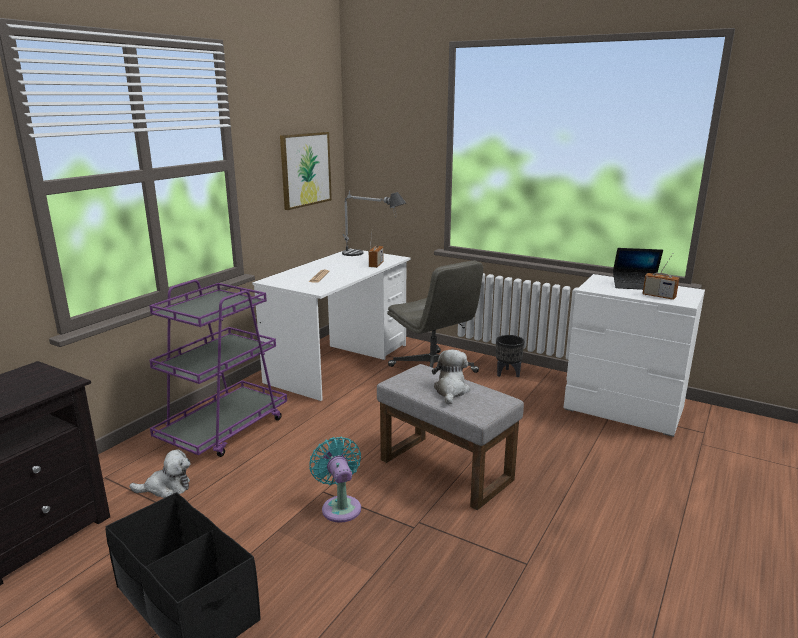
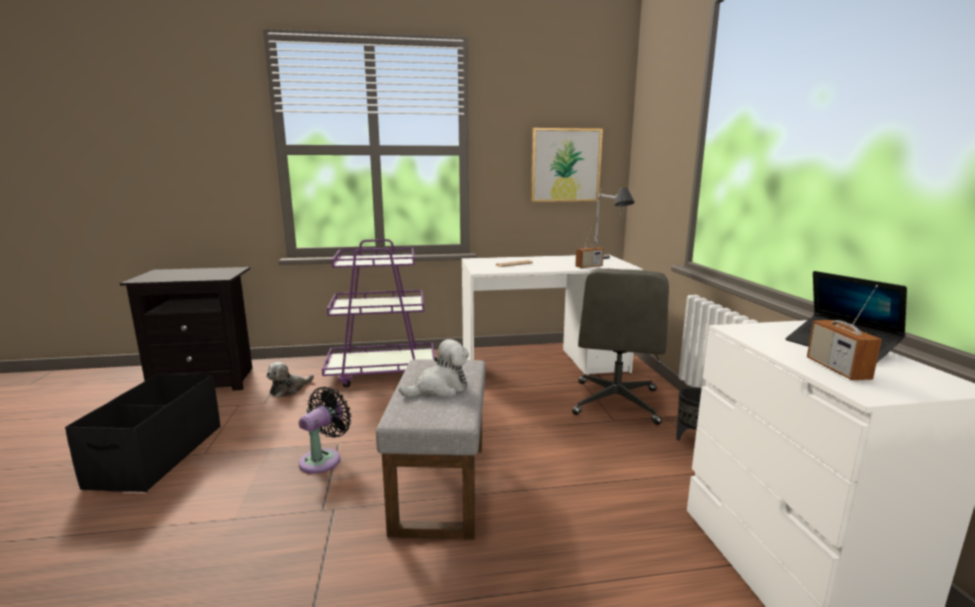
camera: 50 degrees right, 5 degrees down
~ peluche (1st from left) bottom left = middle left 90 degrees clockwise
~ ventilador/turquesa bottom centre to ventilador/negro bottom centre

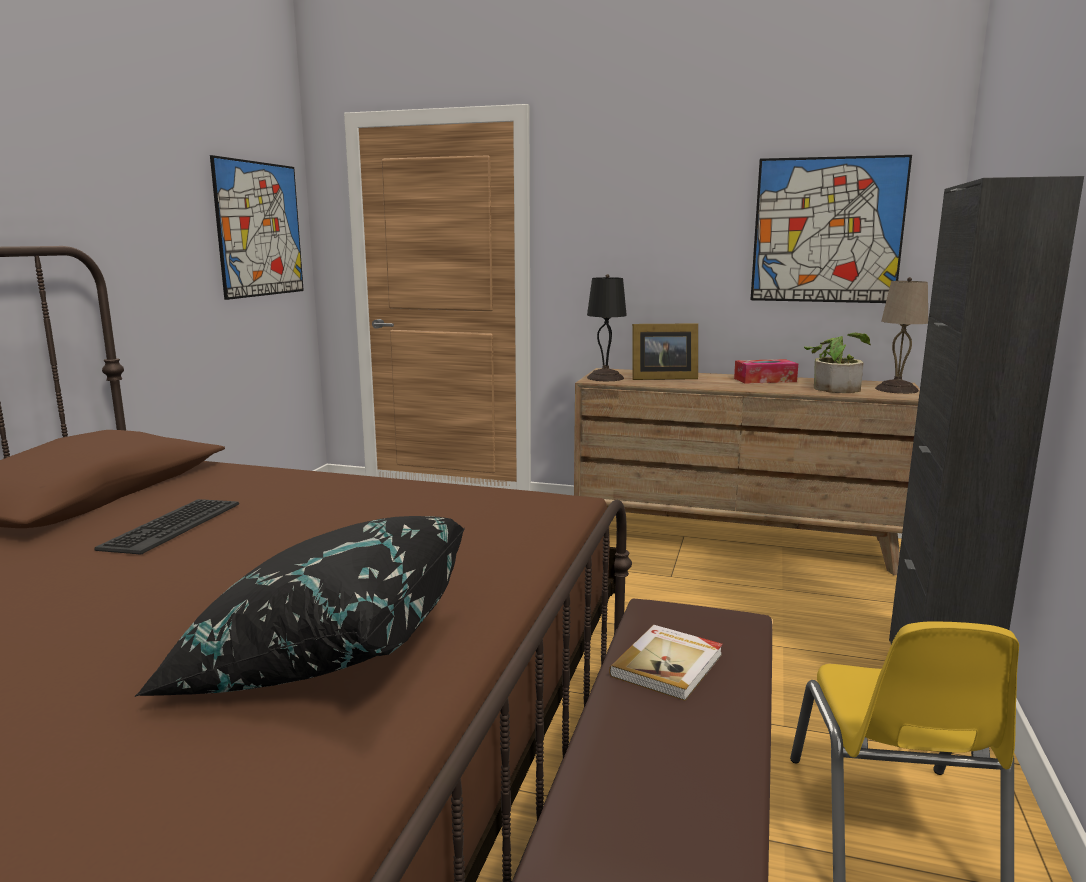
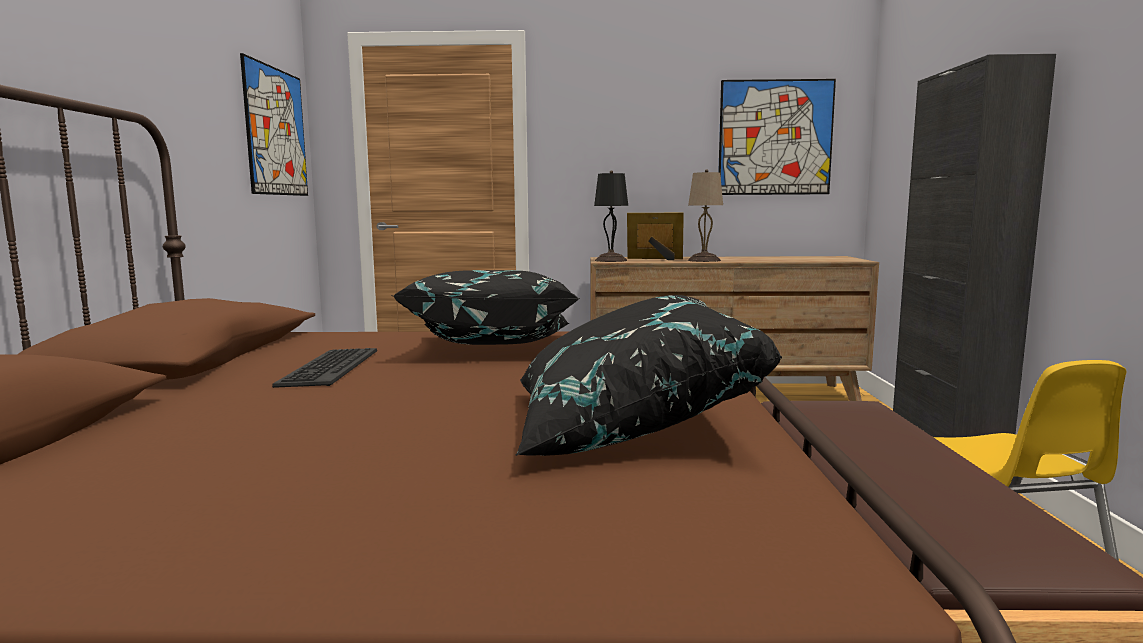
camera: 15 degrees left, 5 degrees down
+ cojín/negro (1st from left) centre
~ portarretratos centre = centre 150 degrees counterclockwise
~ lámpara de mesa/beis middle right to centre
- libro bottom centre
- caja de pañuelos middle right
- planta en maceta middle right

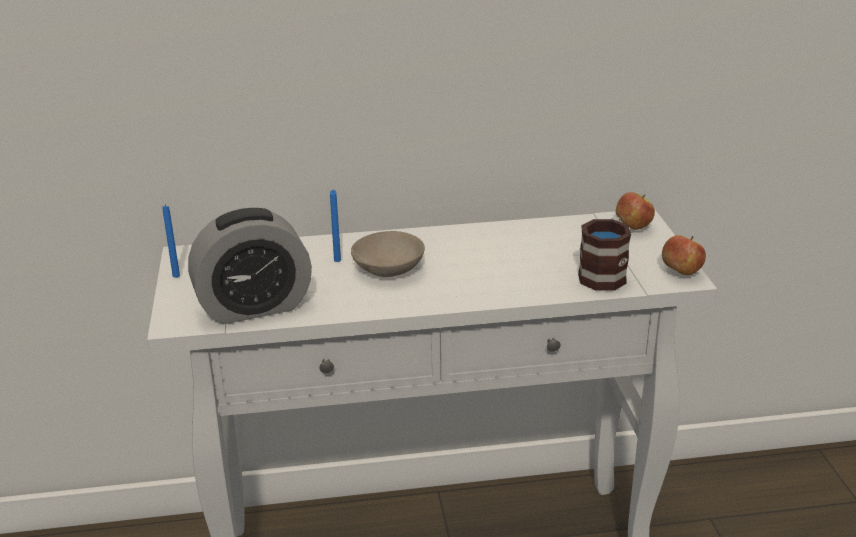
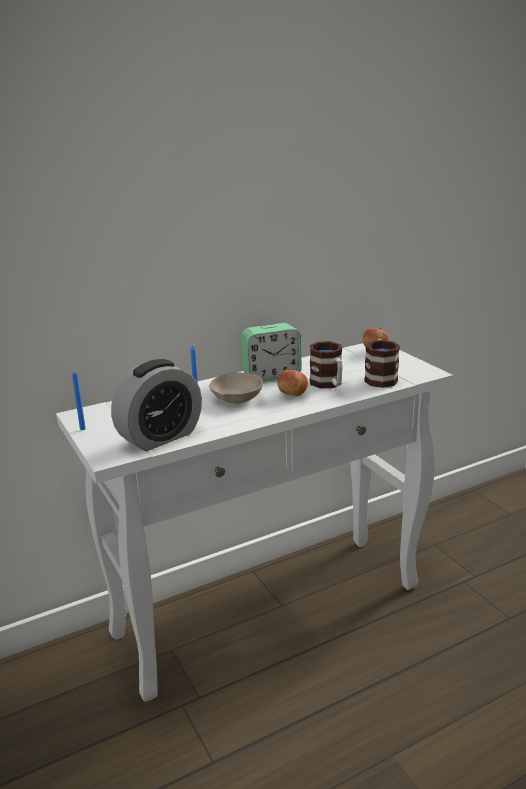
camera: 20 degrees left, 5 degrees down
+ despertador (2nd from left) centre
~ manzana (2nd from left in the first image) middle right to manzana (1st from left) centre
+ taza grande (1st from left) centre

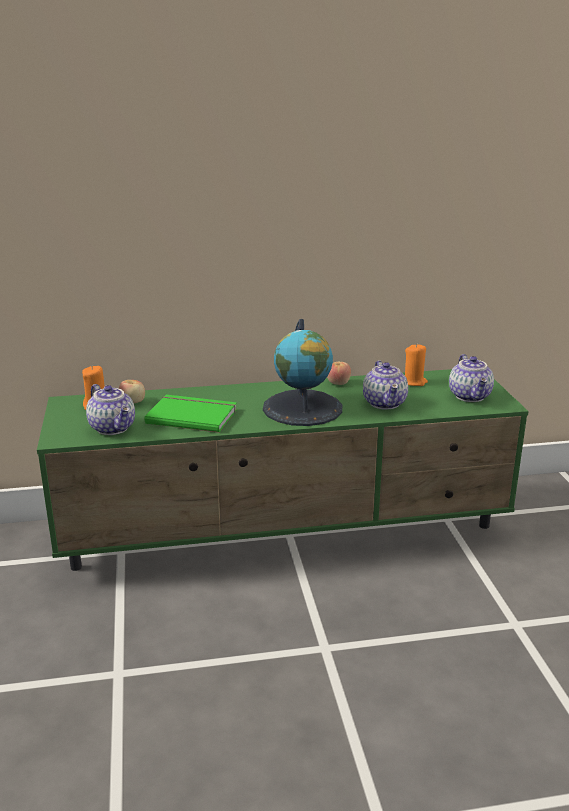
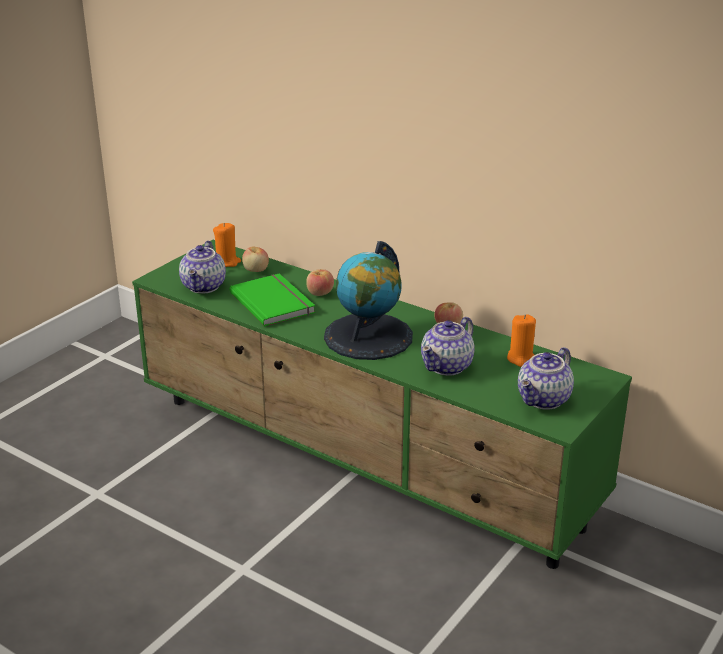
camera: 45 degrees right, 5 degrees up
+ manzana (2nd from left) centre

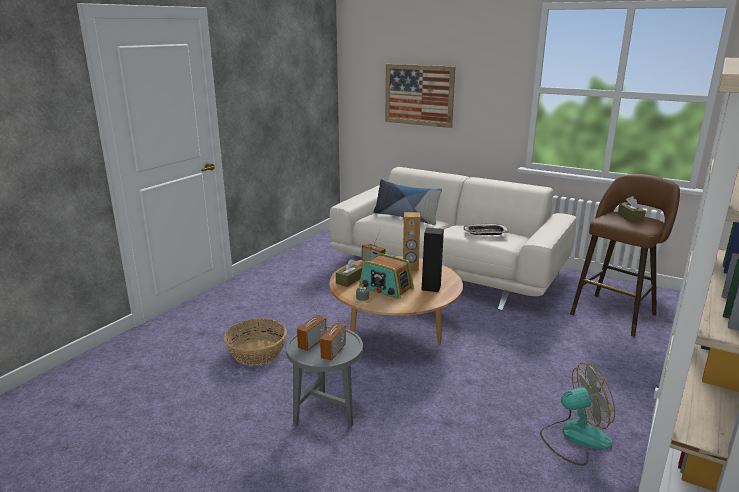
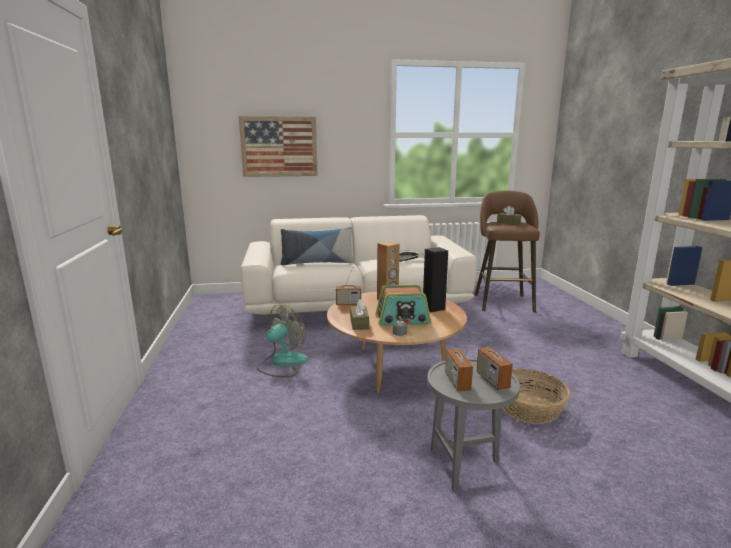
camera: 40 degrees left, 5 degrees down
~ ventilador bottom right to centre
~ cesta bottom centre to bottom right

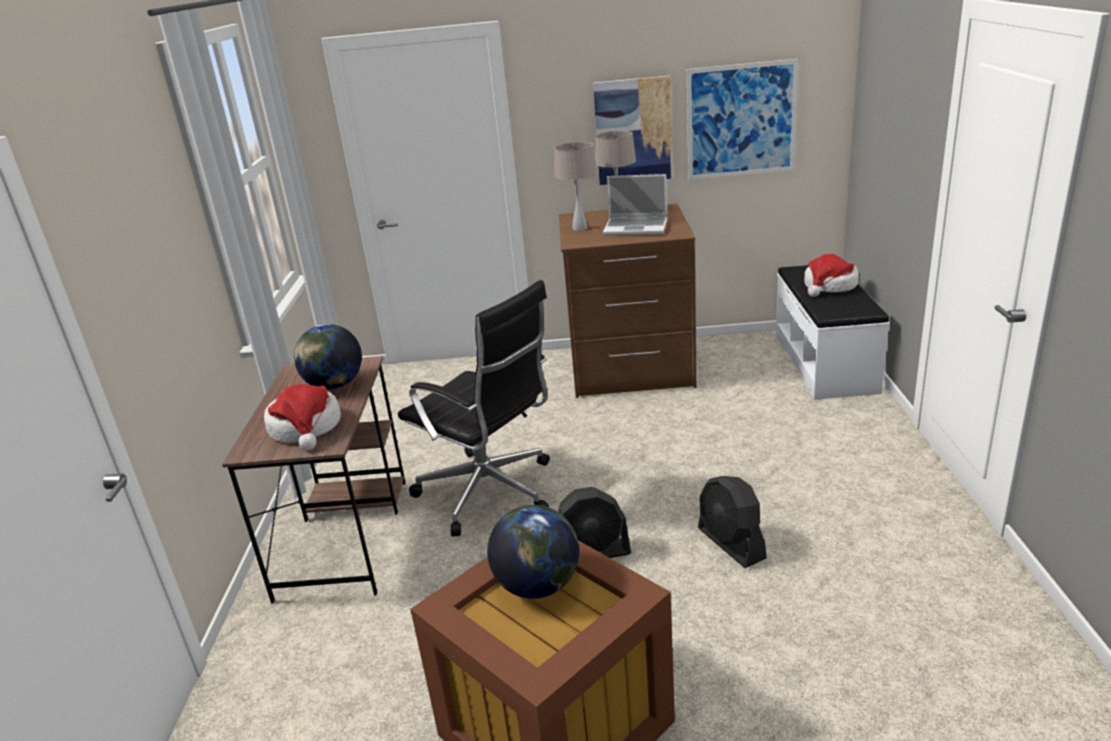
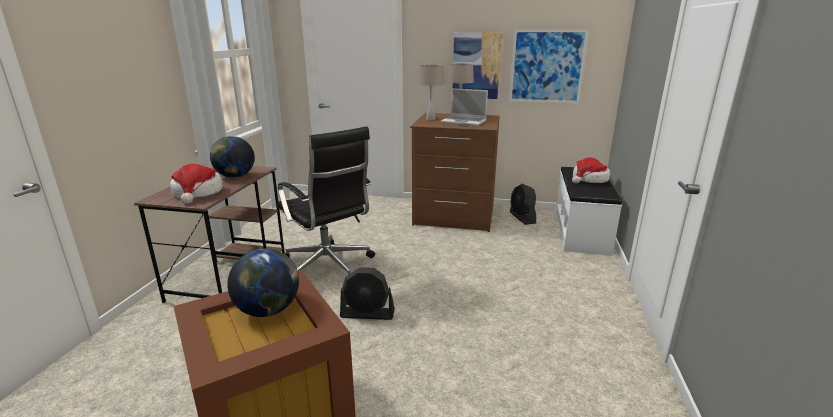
camera: 10 degrees right, 5 degrees down
~ ventilador/negro (2nd from left) bottom centre to centre

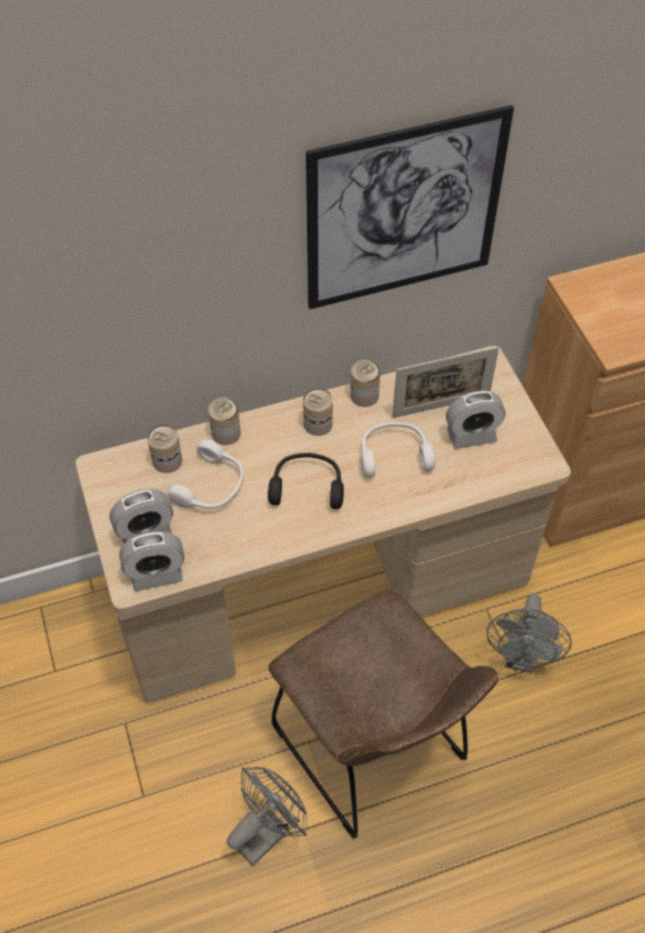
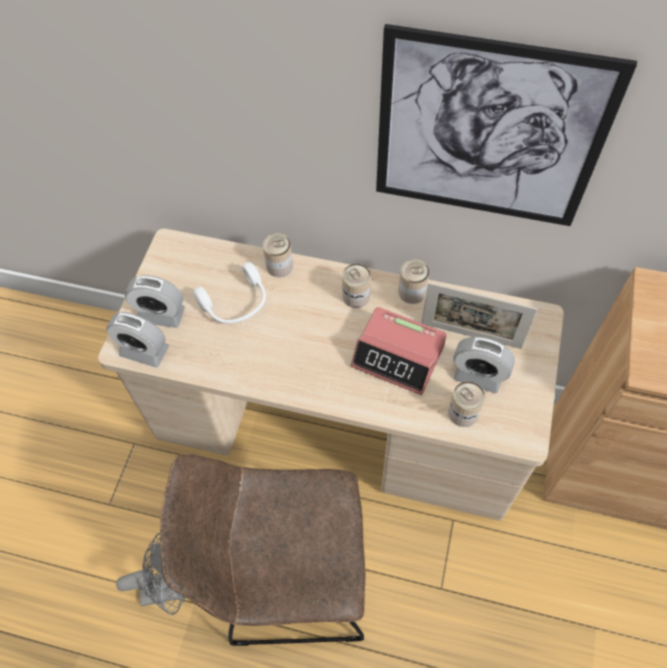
camera: 35 degrees right, 5 degrees up
~ silla/marrón bottom centre = bottom centre 90 degrees clockwise
~ auriculares/blanco (2nd from left) centre to despertador (3rd from left) centre
~ lata (1st from left in the first image) middle left to lata (4th from left) middle right
- auriculares/negro centre
- ventilador/gris (2nd from left) bottom right

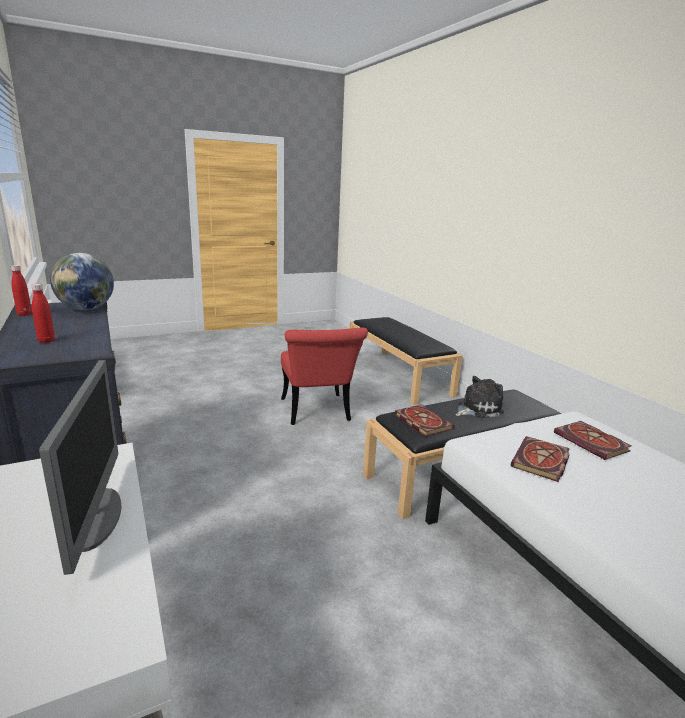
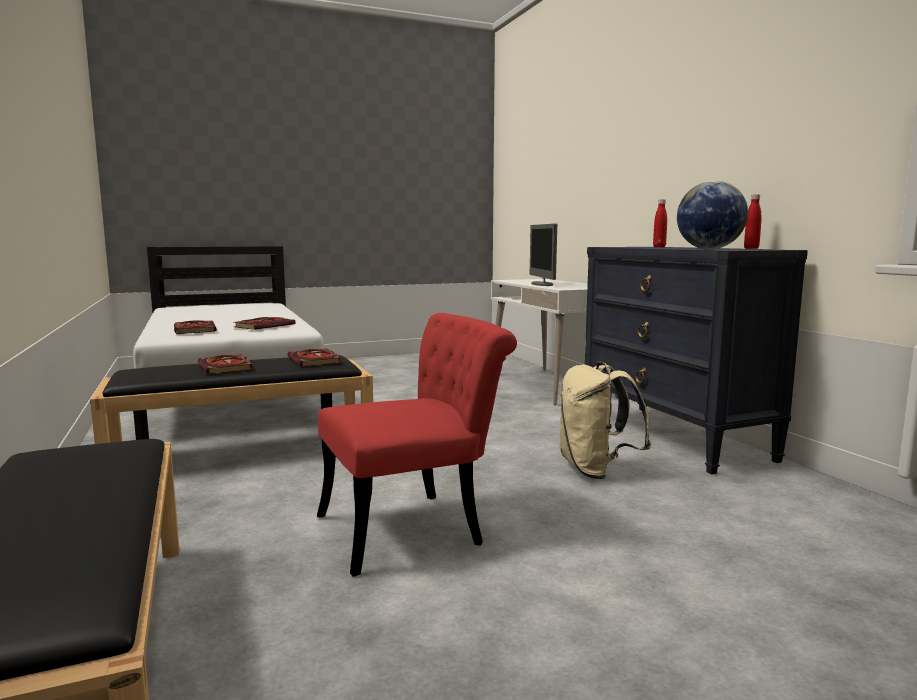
camera: 175 degrees left, 10 degrees down
~ peluche middle right to libro (2nd from left) middle left
~ silla/rojo centre = centre 75 degrees clockwise
+ mochila/beis centre

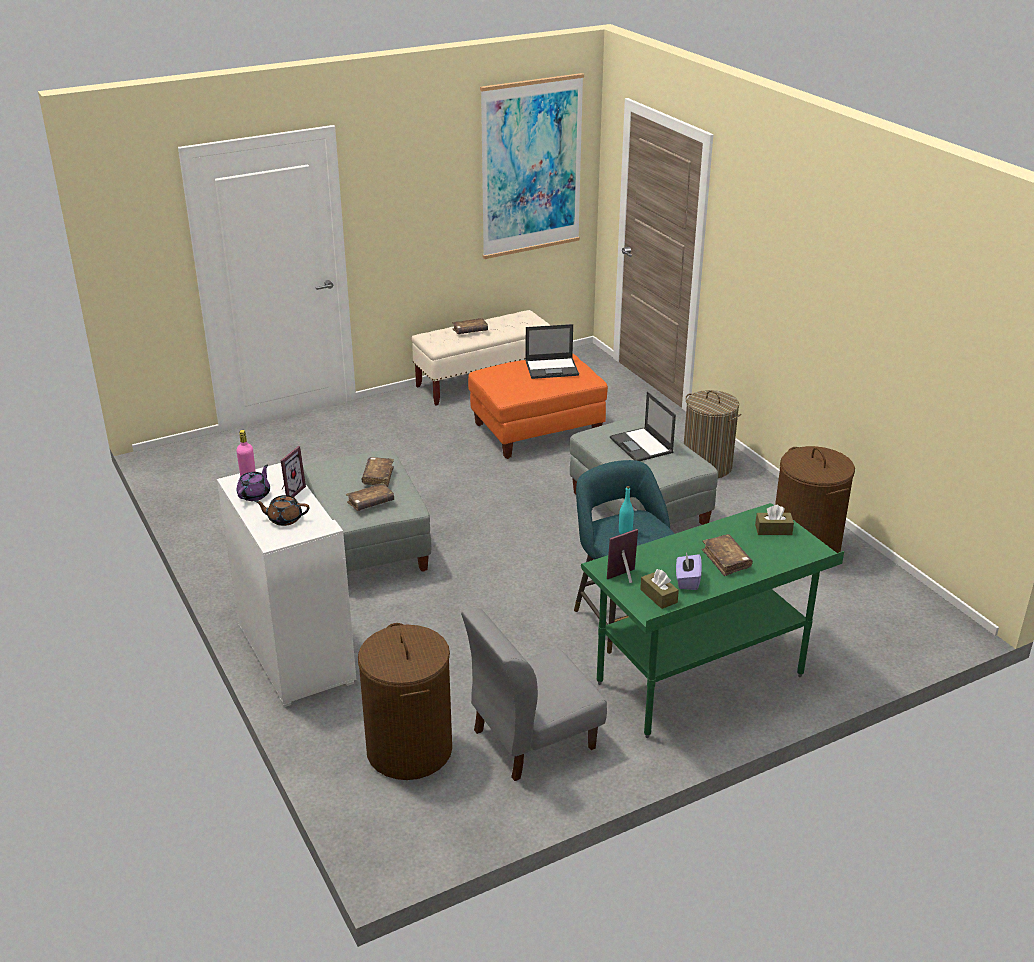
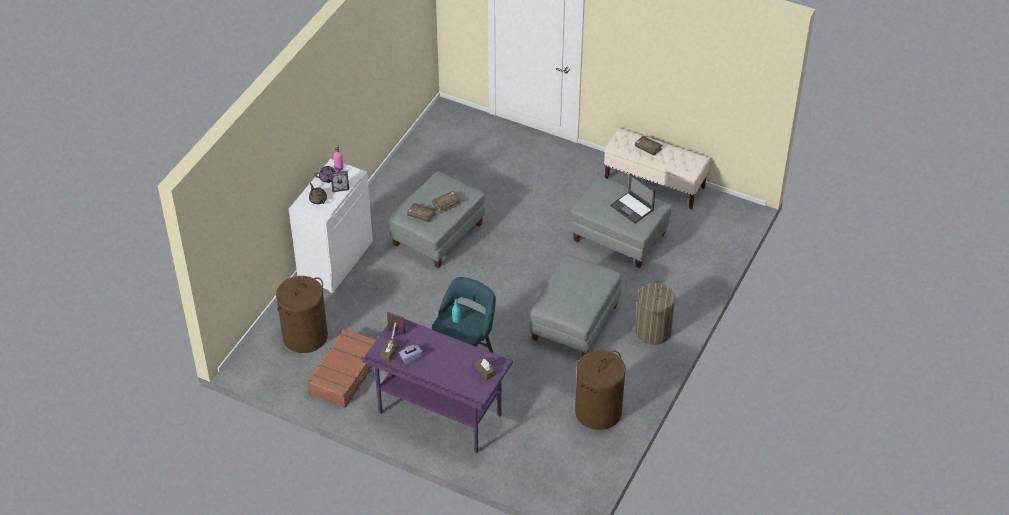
camera: 55 degrees right, 15 degrees up
~ silla/gris bottom centre to maleta/marrón bottom centre
~ escritorio/verde middle right to escritorio/morado bottom centre
~ puf/naranja centre to puf/gris (3rd from left) centre
- cuadro top centre
- portátil (2nd from left) centre
- libro/marrón (4th from left) middle right

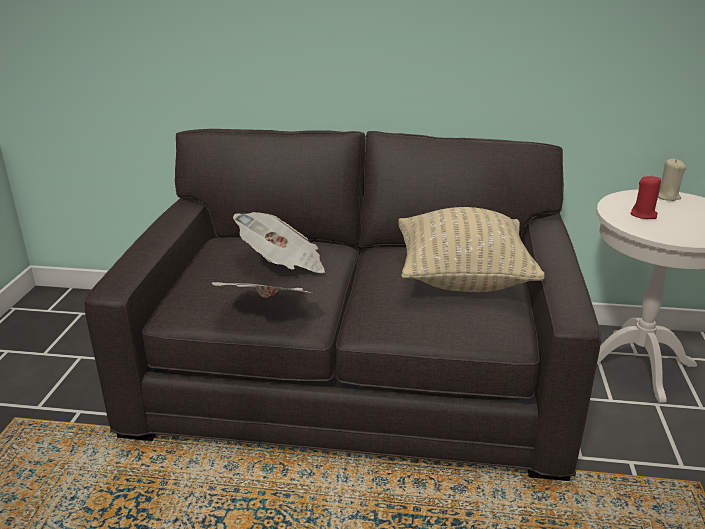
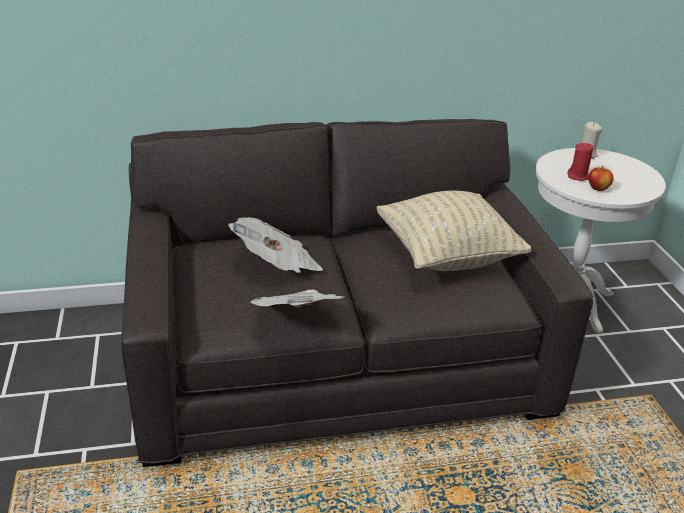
camera: 20 degrees left, 5 degrees up
+ manzana middle right

